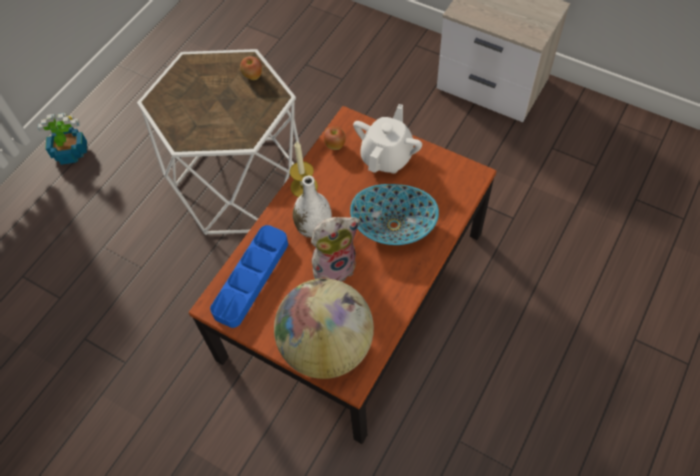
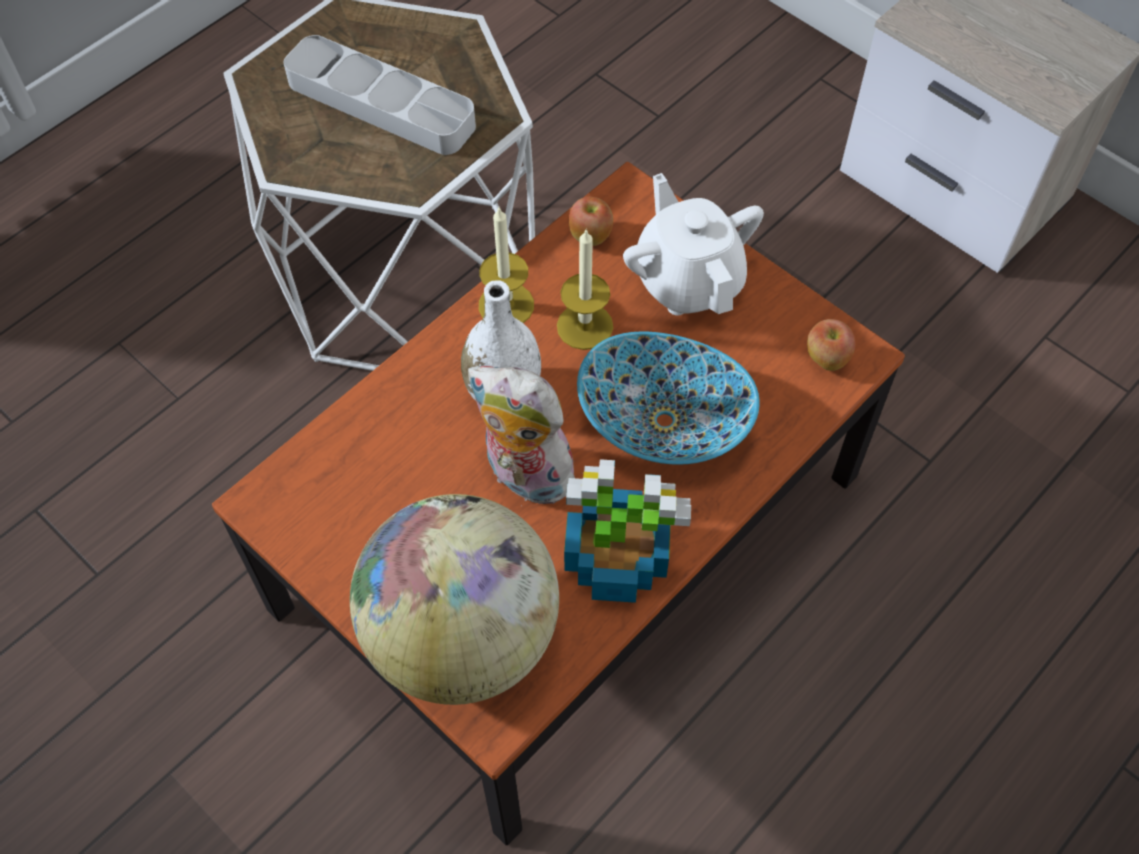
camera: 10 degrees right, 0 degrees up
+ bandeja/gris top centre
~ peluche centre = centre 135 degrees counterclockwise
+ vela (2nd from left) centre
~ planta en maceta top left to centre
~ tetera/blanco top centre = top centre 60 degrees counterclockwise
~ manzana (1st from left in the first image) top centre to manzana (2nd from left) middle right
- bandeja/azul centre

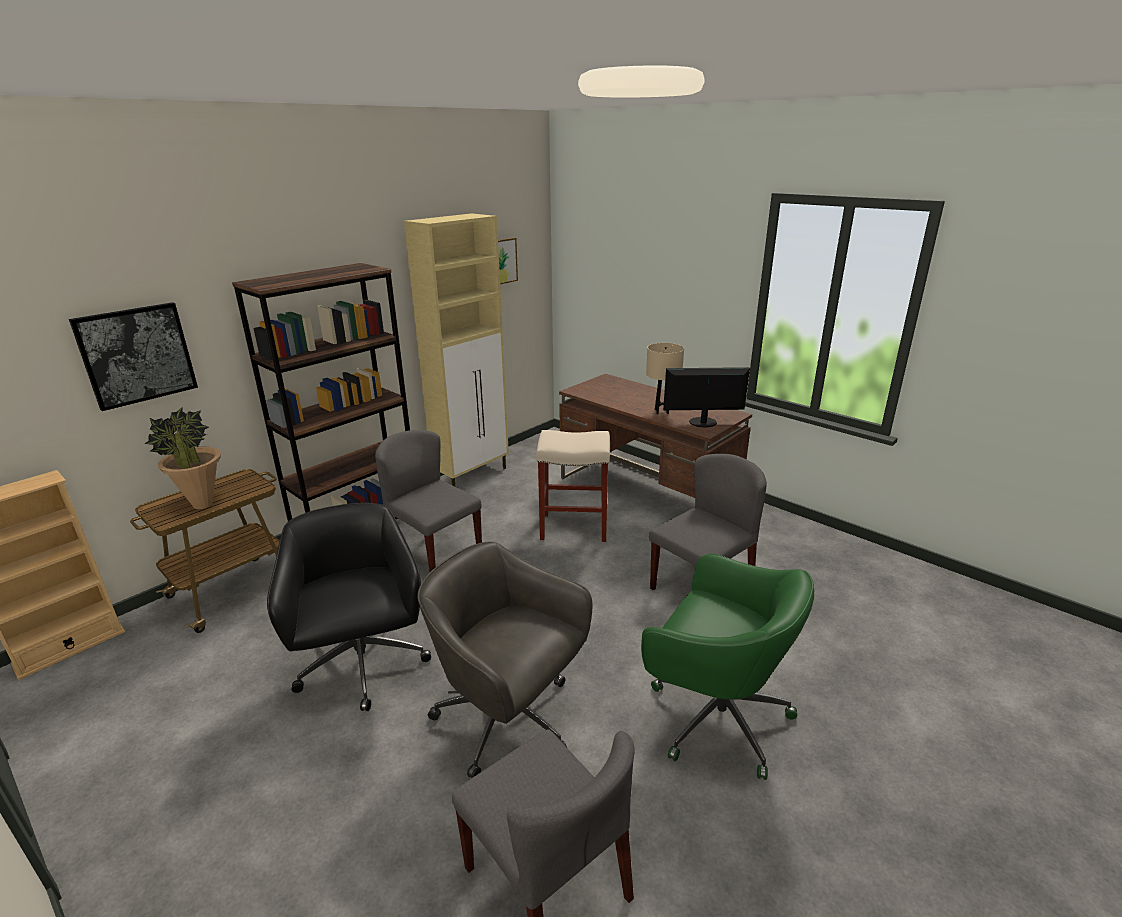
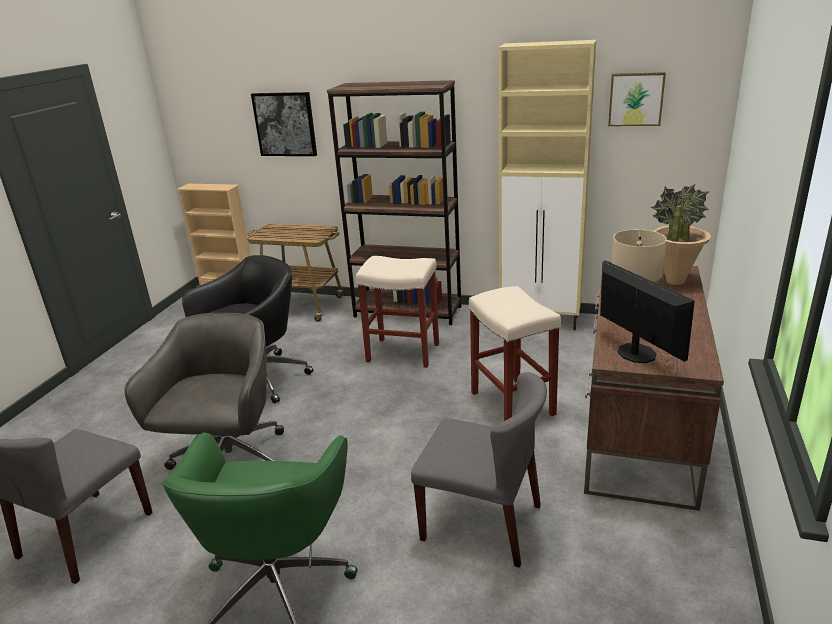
camera: 65 degrees right, 0 degrees up
~ silla/gris (1st from left) centre to taburete/beis (1st from left) centre
~ planta en maceta middle left to middle right

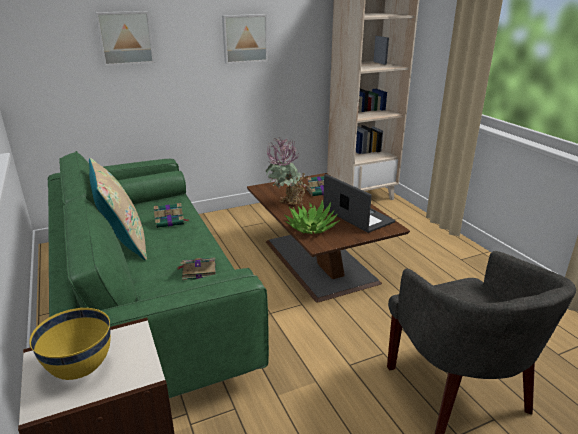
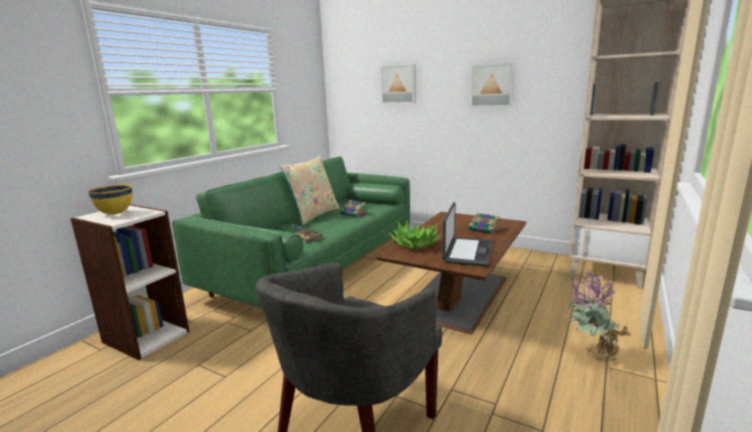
camera: 55 degrees right, 10 degrees down
~ planta en maceta (1st from left in the first image) centre to planta en maceta (2nd from left) bottom right

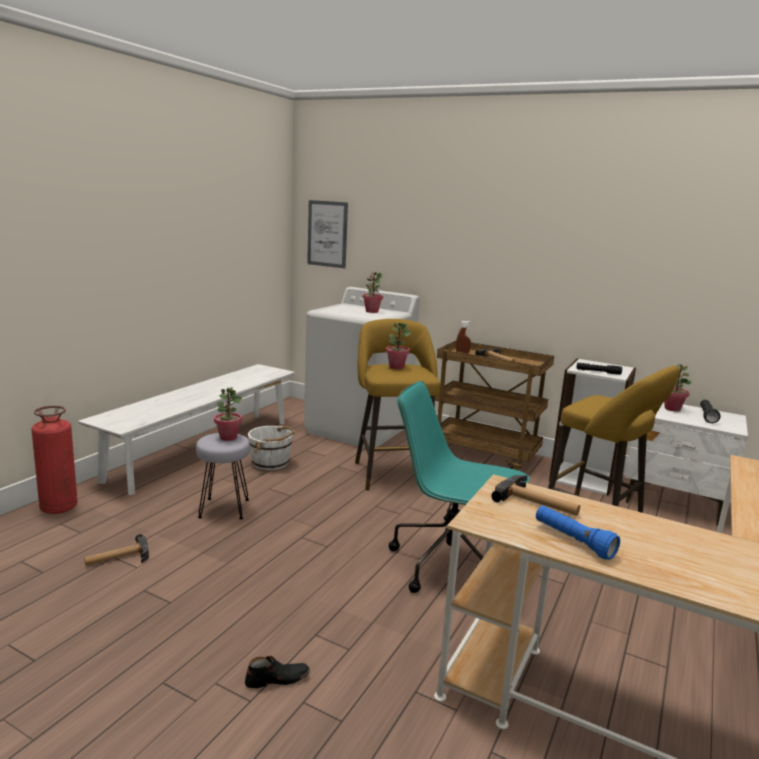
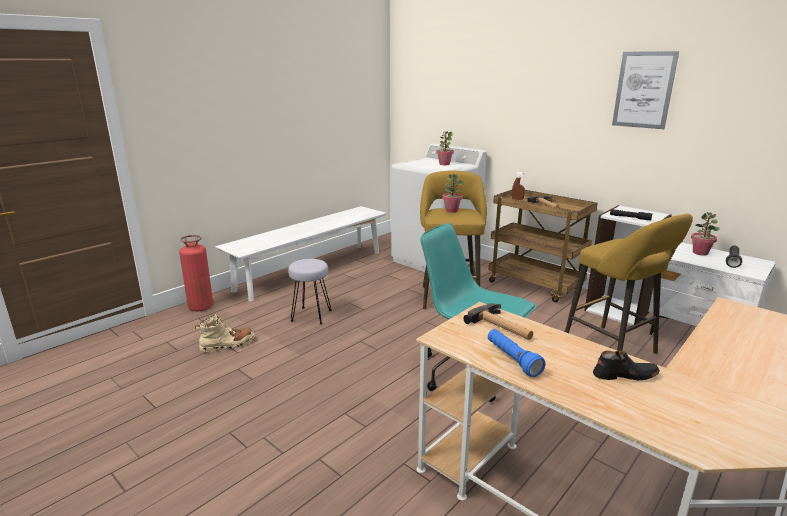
camera: 15 degrees right, 5 degrees up
~ martillo (1st from left) bottom left to bota/beis middle left
~ zapato/negro bottom centre to bottom right
~ cuadro top centre to top right
- planta en maceta (1st from left) middle left
- cubo/blanco centre

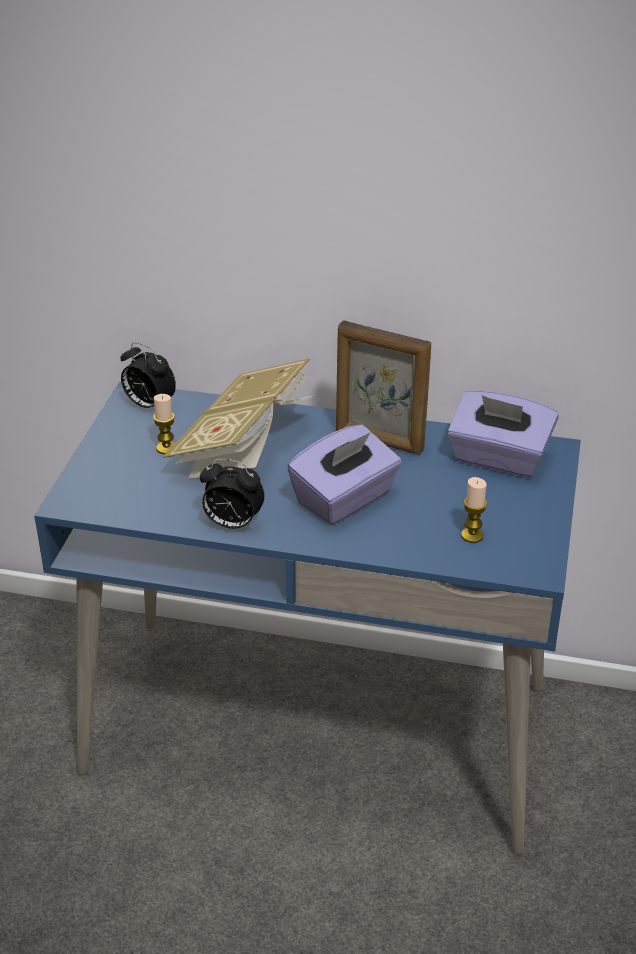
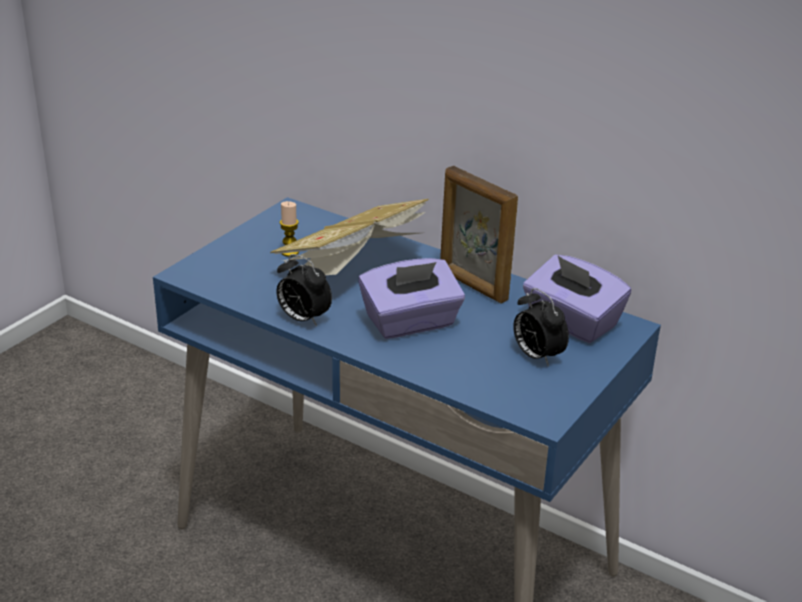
camera: 20 degrees right, 5 degrees down
~ despertador (1st from left in the first image) middle left to despertador (2nd from left) middle right
- vela (2nd from left) middle right

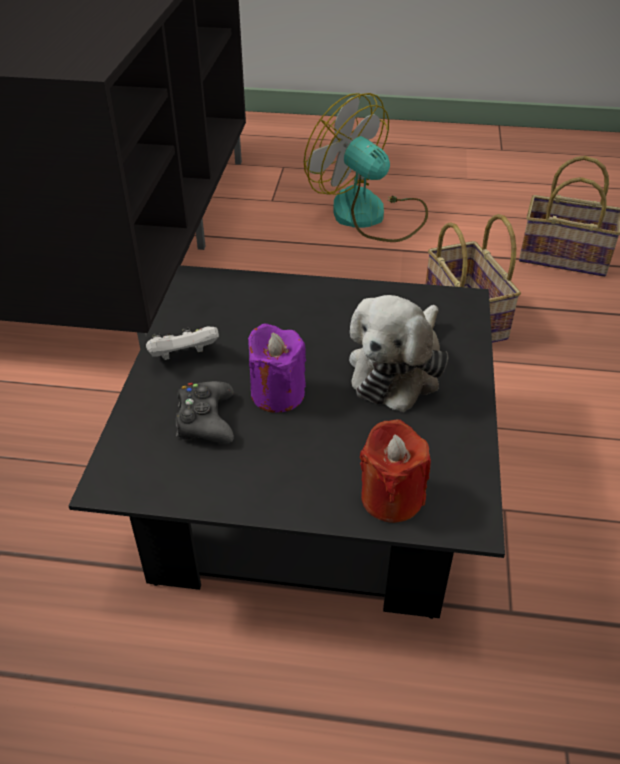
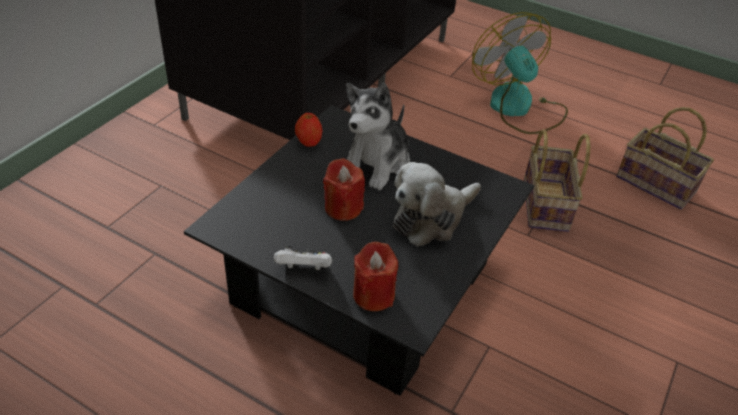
camera: 20 degrees right, 0 degrees up
~ mando de consola/blanco middle left to centre
+ manzana top centre
~ vela/morado centre to vela/rojo (1st from left) centre
+ peluche (1st from left) top centre
- mando de consola/negro middle left

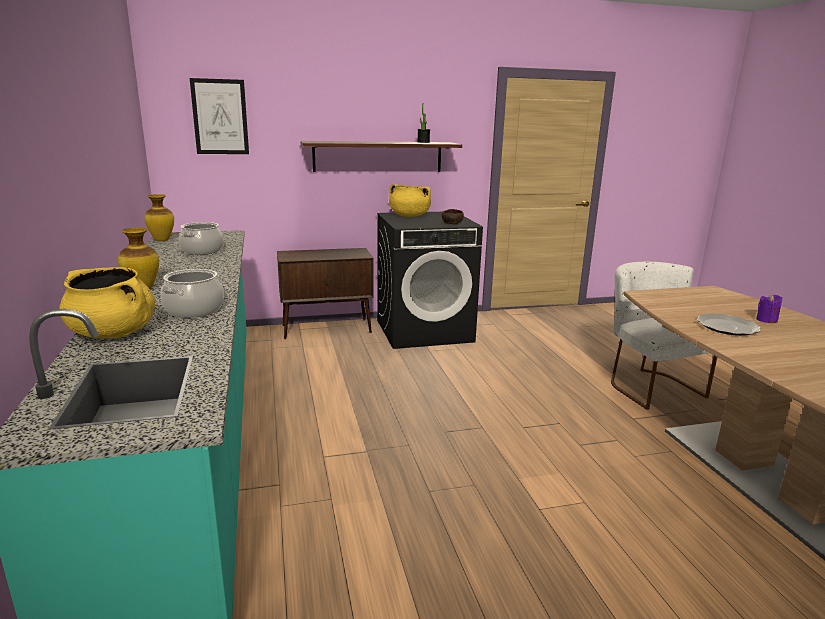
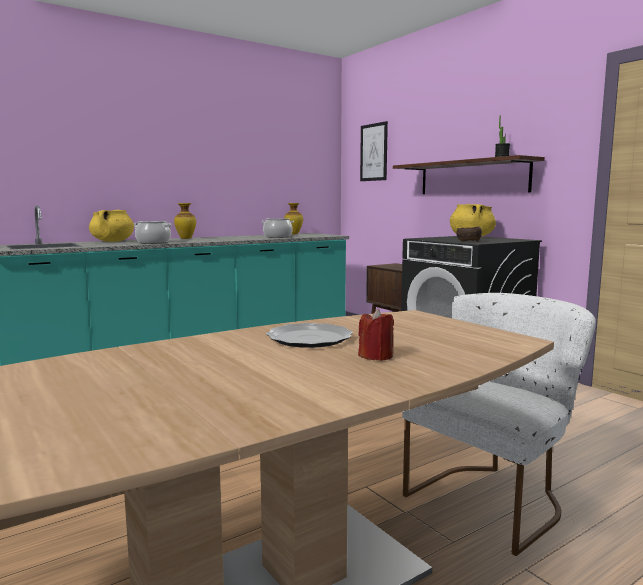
camera: 70 degrees right, 10 degrees down
~ vela/morado middle right to vela/rojo centre

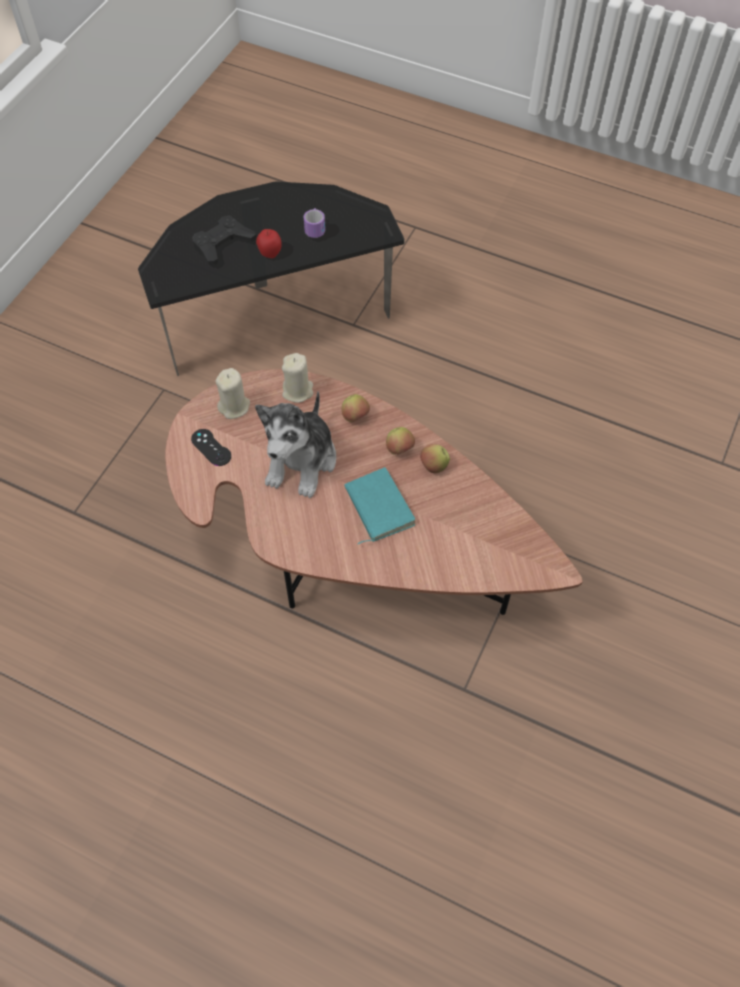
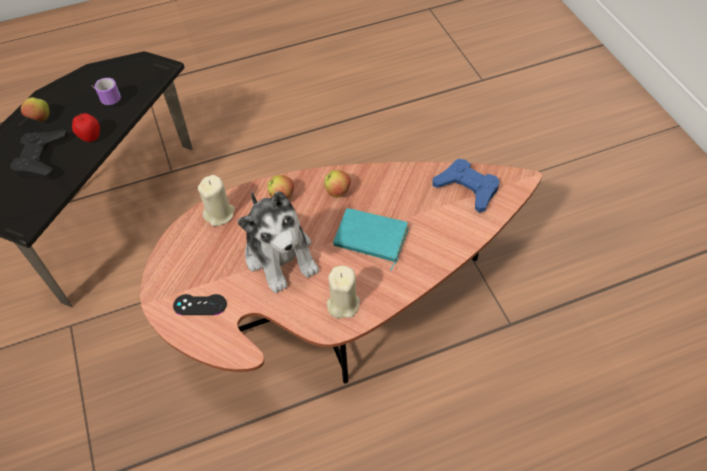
camera: 45 degrees left, 5 degrees down
~ manzana (4th from left in the first image) centre to manzana (1st from left) top left
~ vela/beis (1st from left in the first image) middle left to vela/beis (2nd from left) centre
+ mando de consola/azul centre

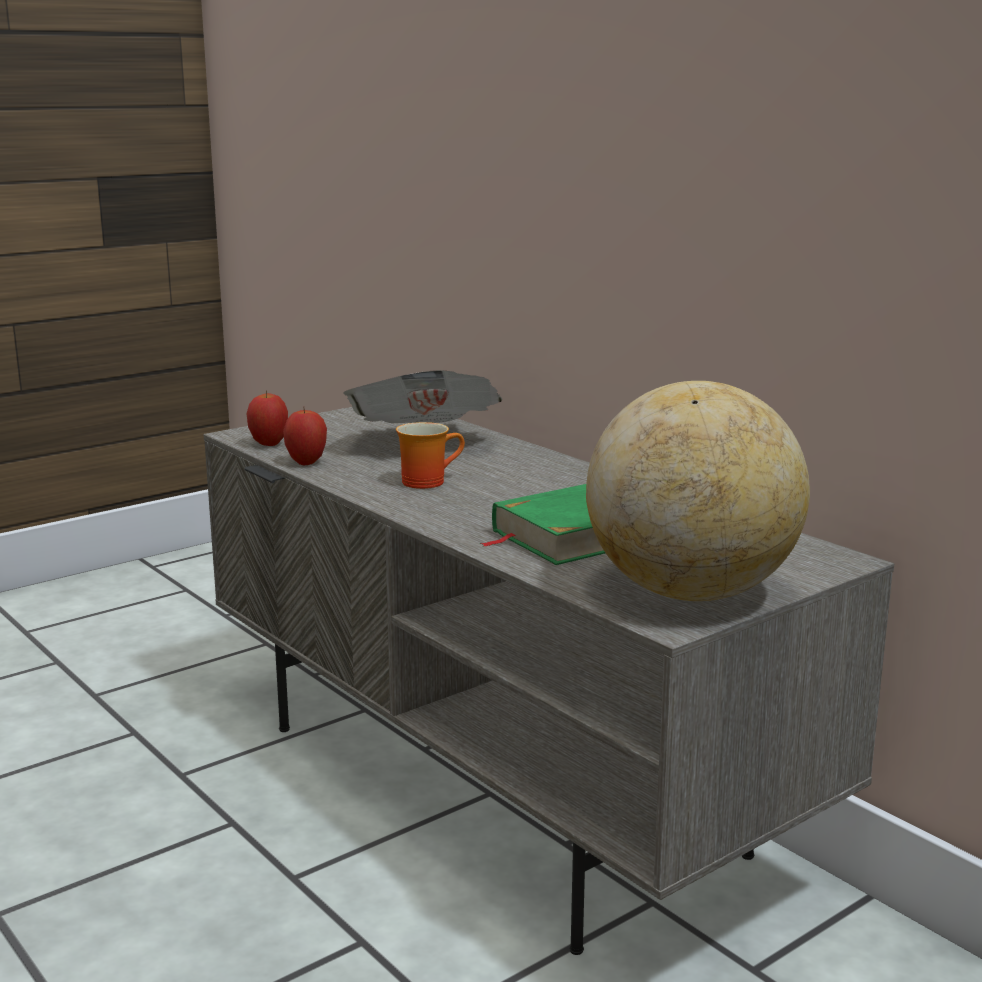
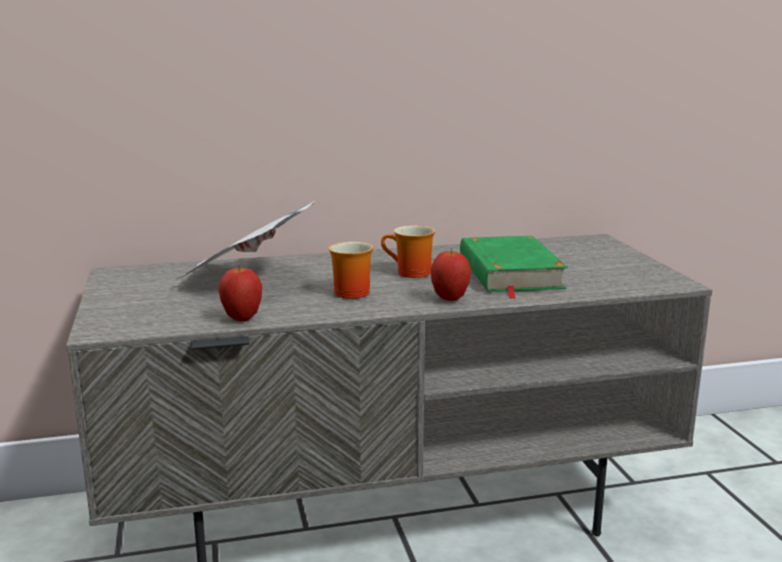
camera: 65 degrees left, 0 degrees up
+ taza grande (2nd from left) centre
~ manzana (1st from left in the first image) middle left to manzana (2nd from left) centre
- globo terráqueo middle right

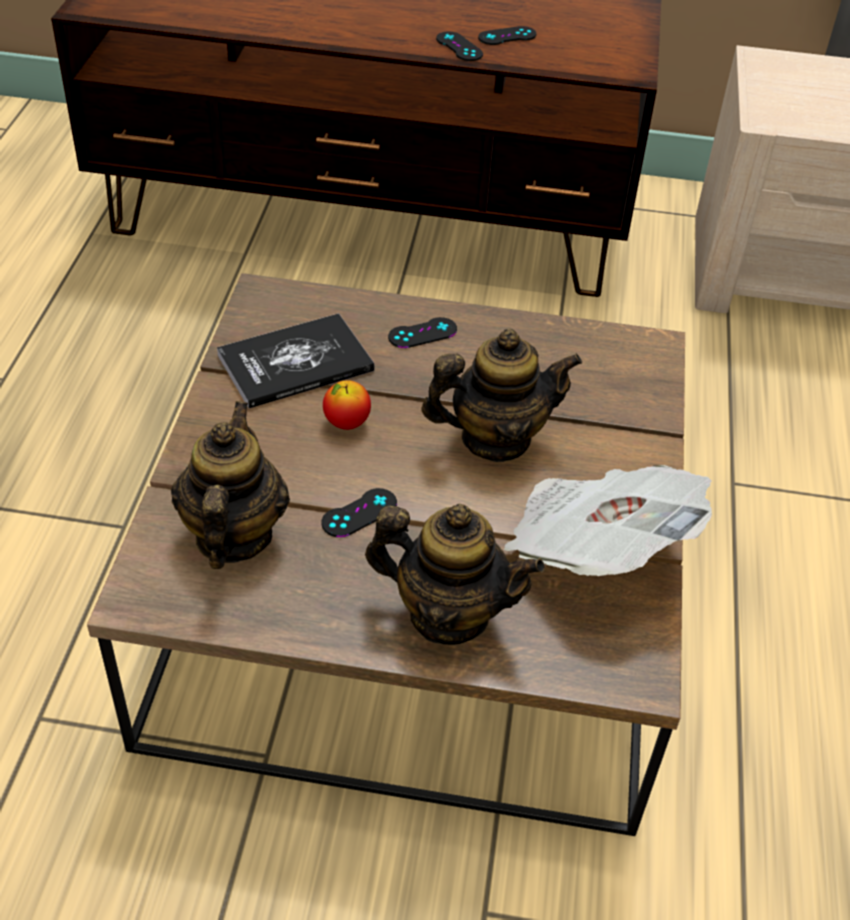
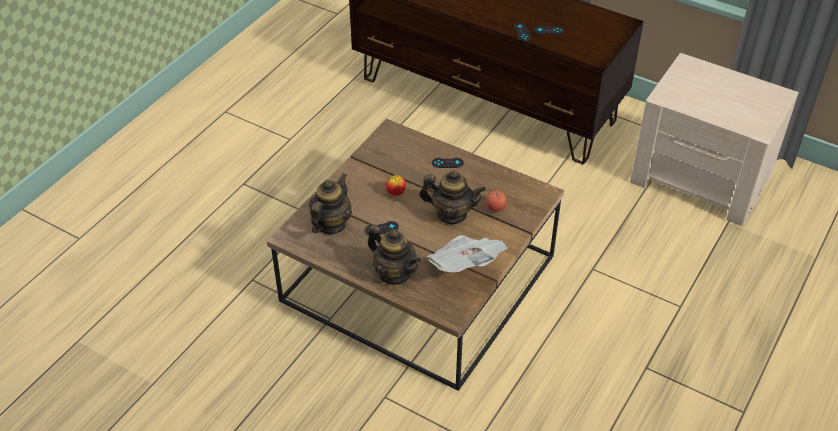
camera: 25 degrees right, 0 degrees up
+ manzana (2nd from left) centre
- libro centre

